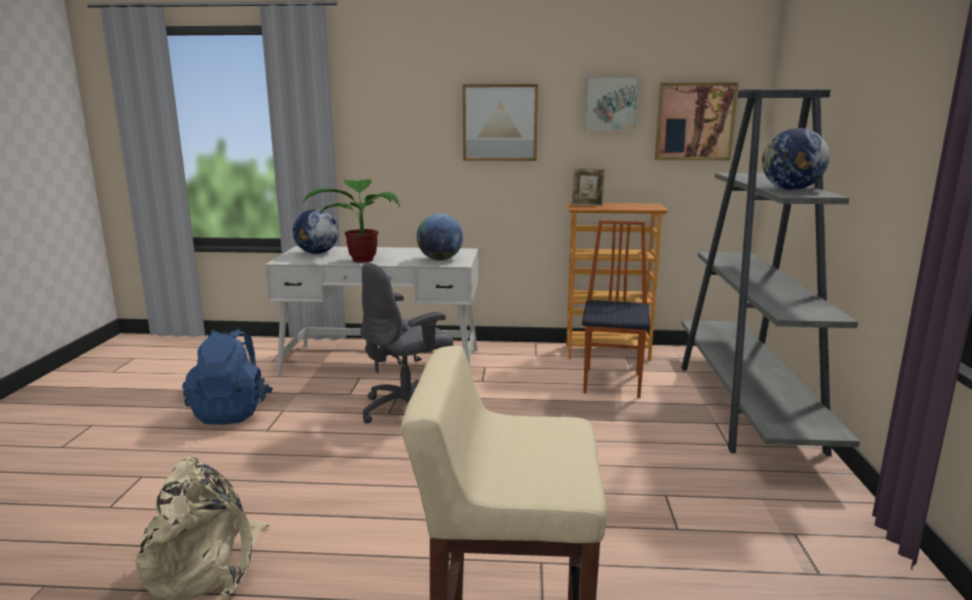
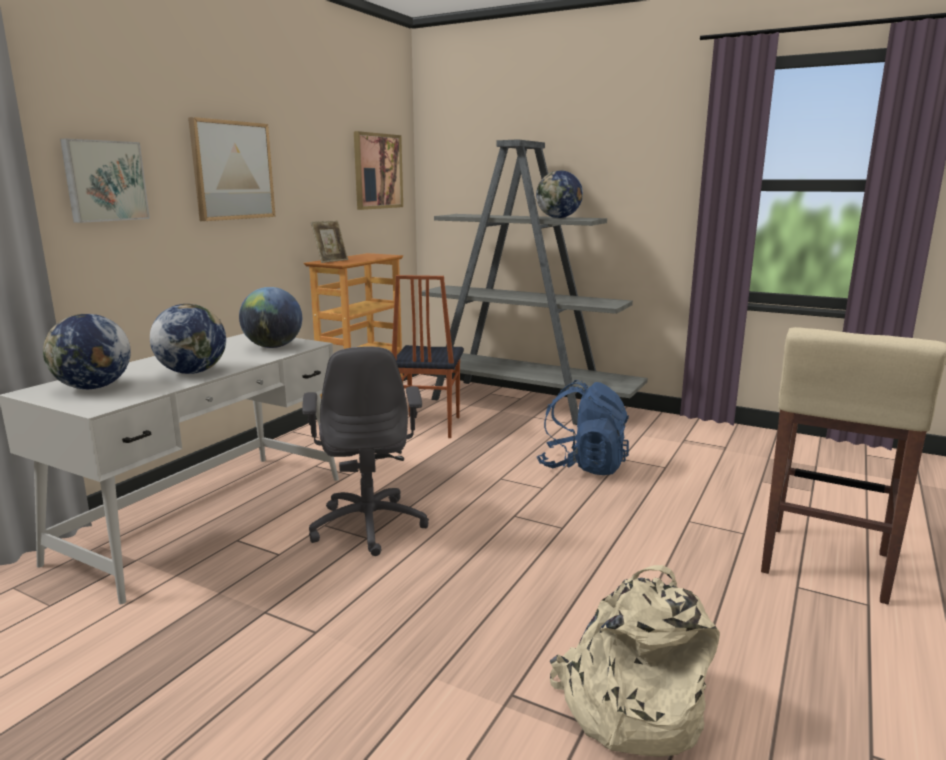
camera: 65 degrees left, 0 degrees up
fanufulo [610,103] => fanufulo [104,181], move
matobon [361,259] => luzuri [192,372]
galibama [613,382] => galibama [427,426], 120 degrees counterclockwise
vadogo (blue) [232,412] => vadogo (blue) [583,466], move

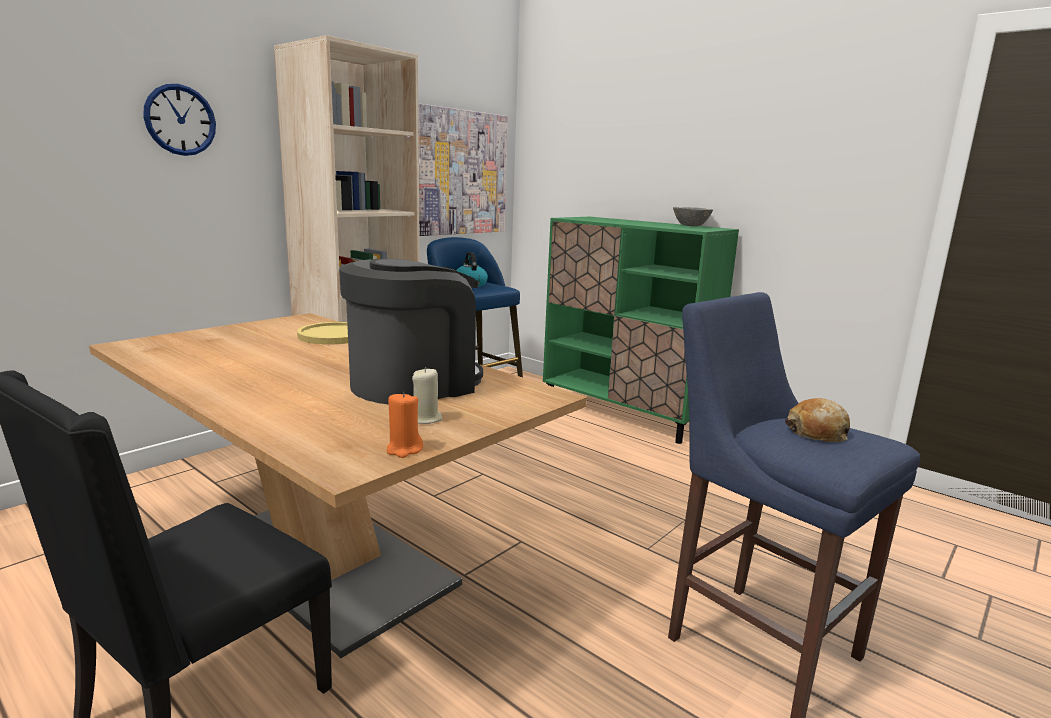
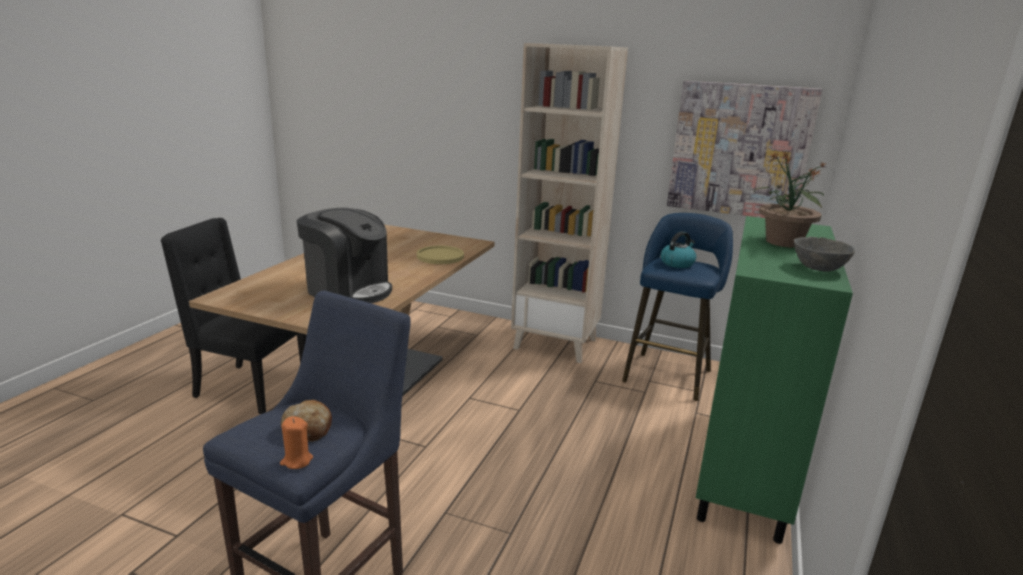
camera: 70 degrees right, 5 degrees up
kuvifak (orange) [404,449] => kuvifak (orange) [296,461], move
nothing => matobon [783,242]
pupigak [180,120] => nothing
kuvifak (beige) [426,419] => nothing

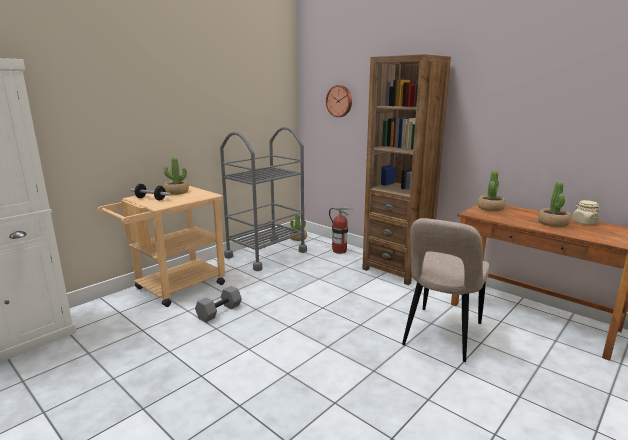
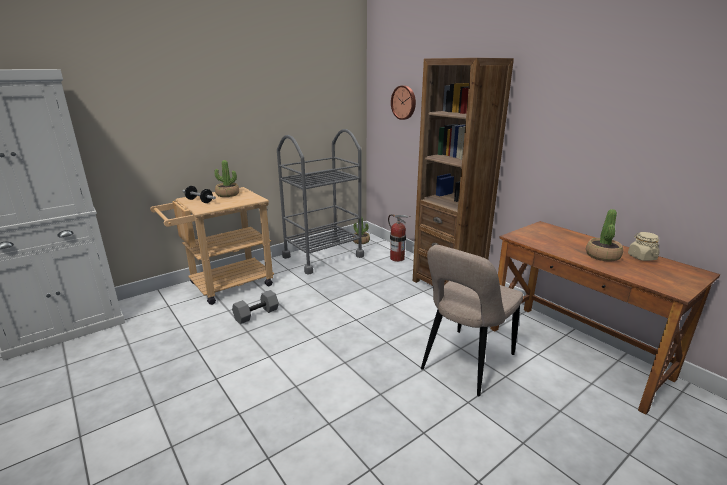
camera: 10 degrees right, 5 degrees up
matobon [490,208] => nothing

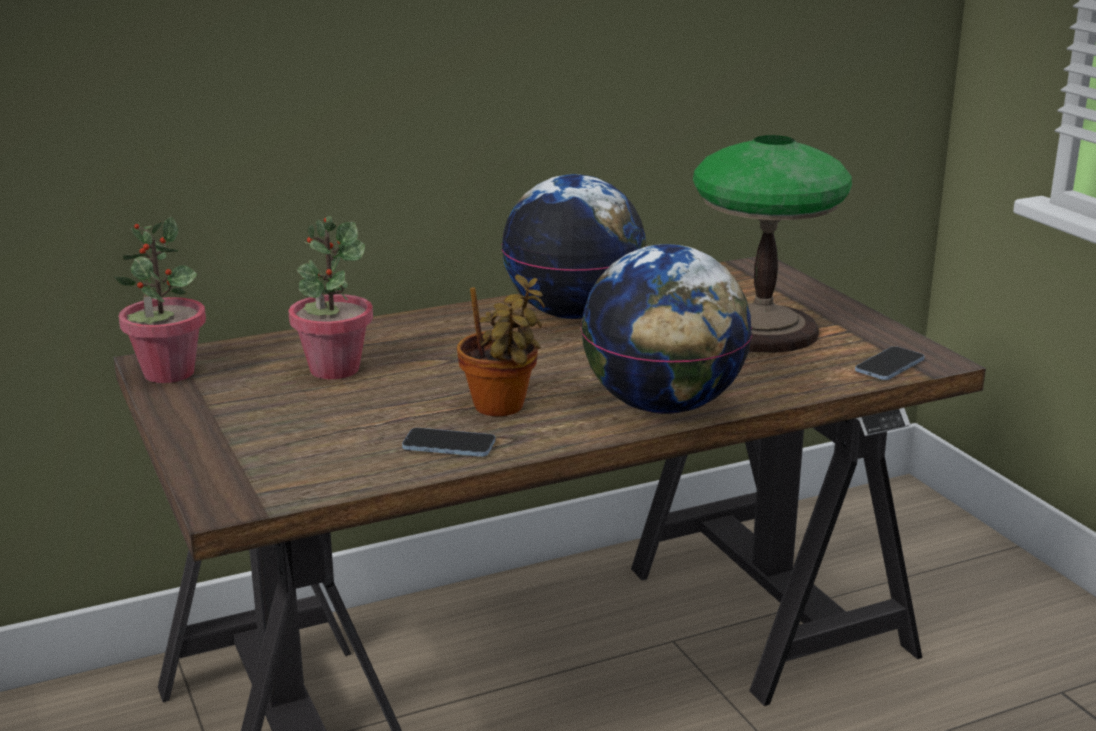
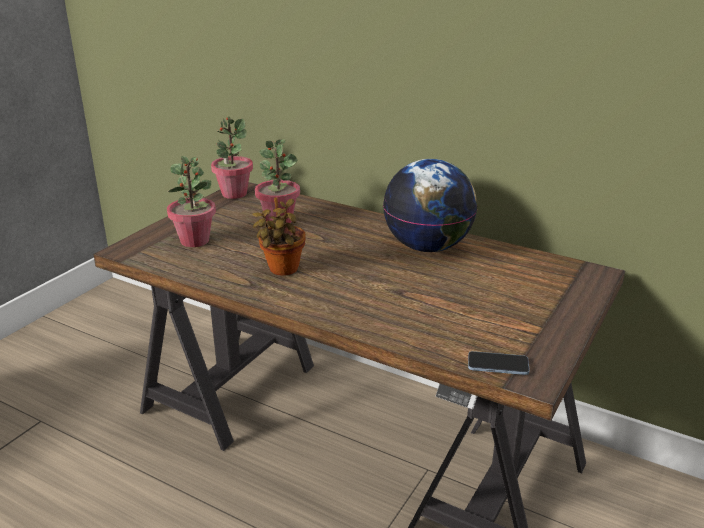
camera: 55 degrees right, 5 degrees up
nothing => matobon [195,241]
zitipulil [449,445] => nothing
luzuri [663,406] => nothing
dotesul [761,330] => nothing

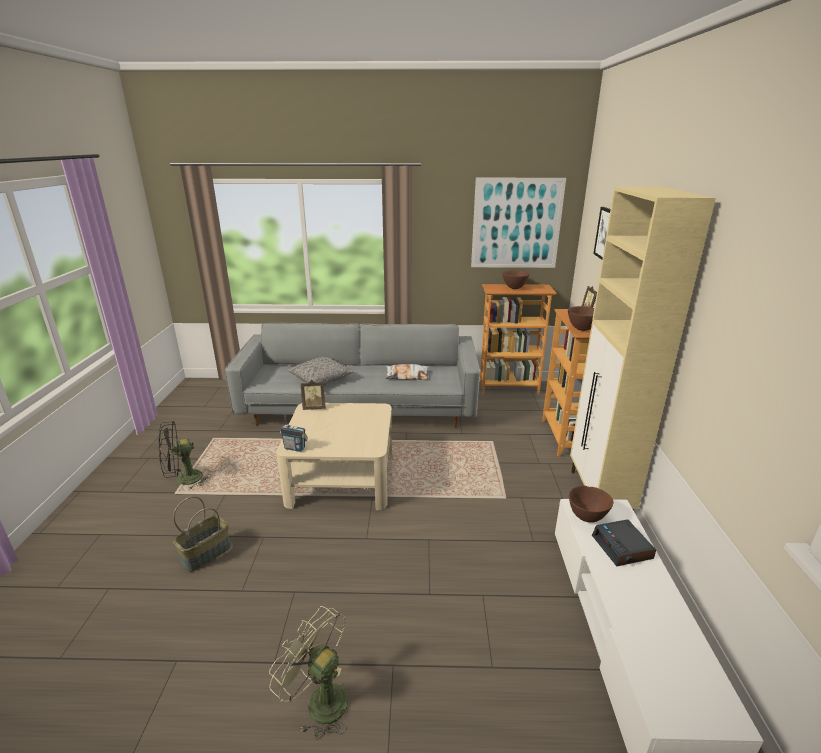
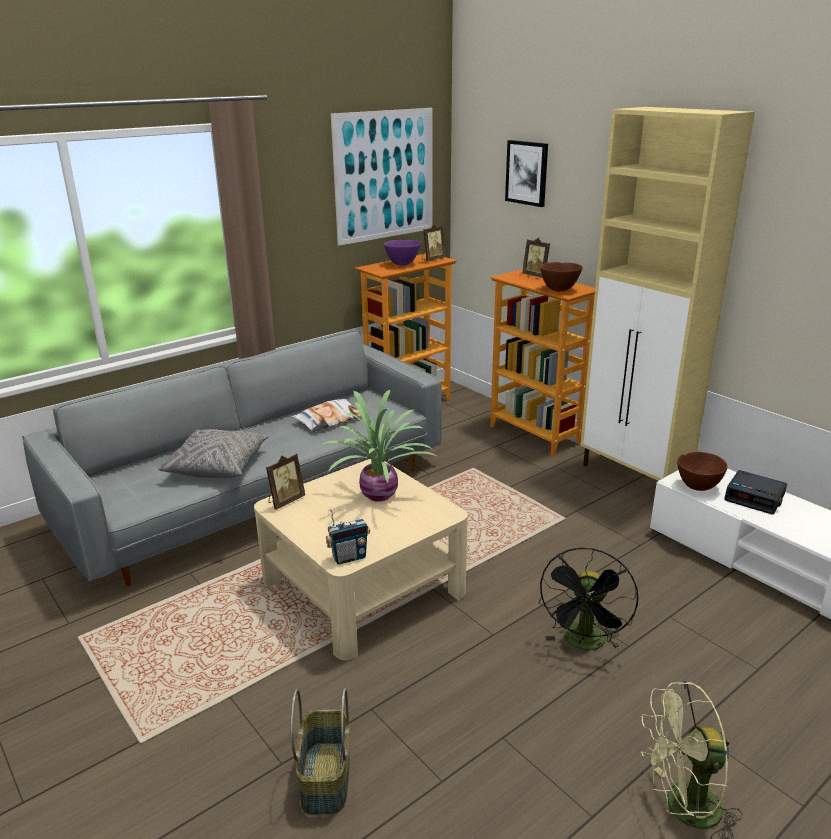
camera: 40 degrees left, 0 degrees up
nothing => matobon [380,494]
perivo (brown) [514,288] => perivo (purple) [402,264]
nothing => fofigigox [432,259]
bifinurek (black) [184,480] => bifinurek (black) [584,644], move

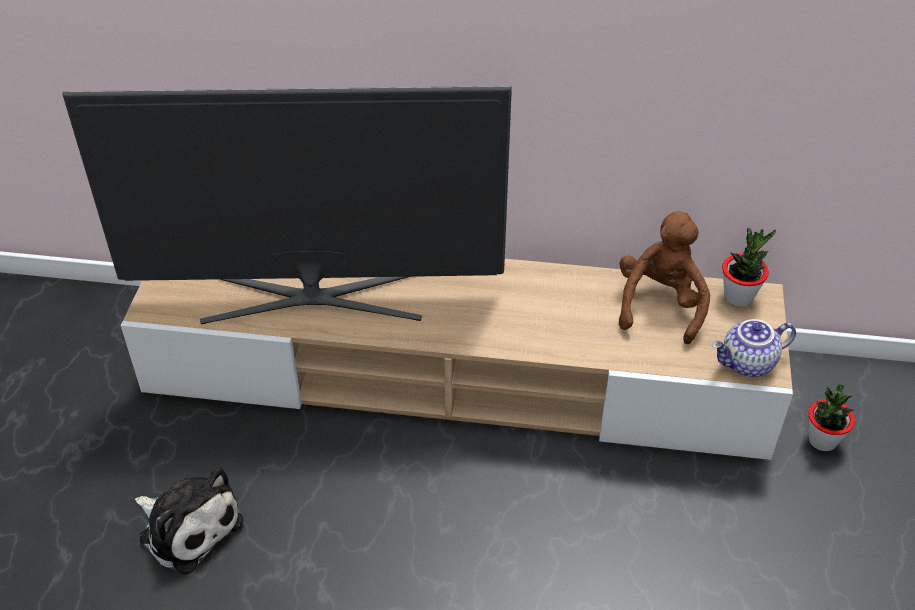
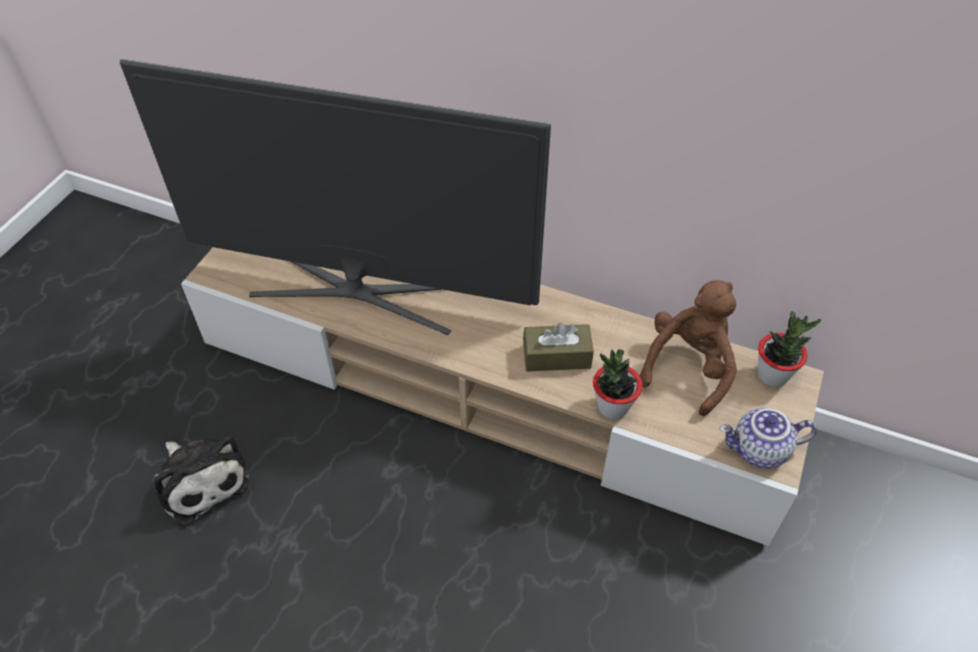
camera: 15 degrees right, 5 degrees up
nothing => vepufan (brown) [556,356]
matobon [822,440] => matobon [612,407], move

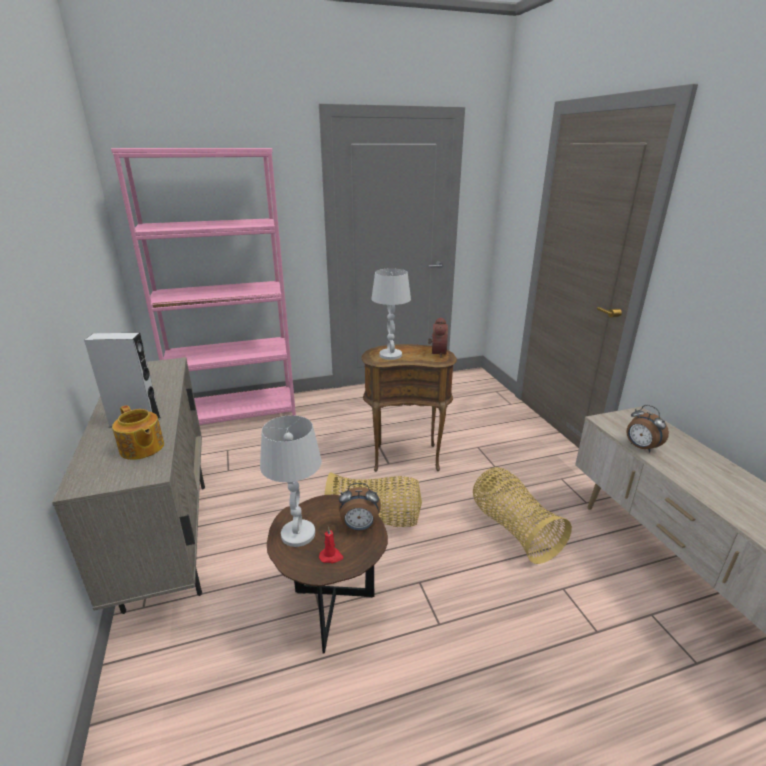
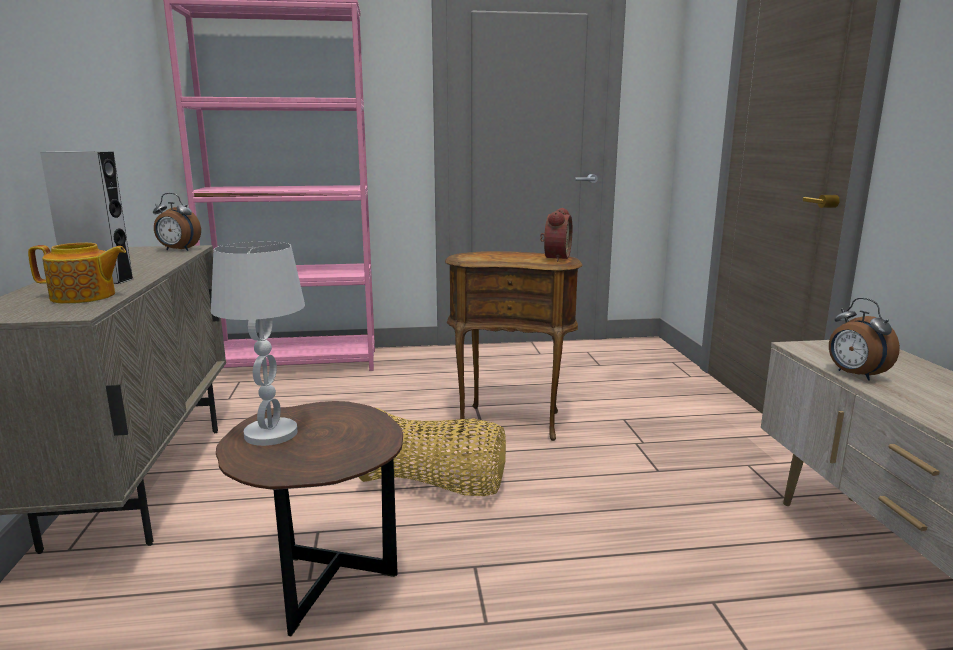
camera: 10 degrees right, 10 degrees down
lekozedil [142,448] => lekozedil [84,297], 60 degrees counterclockwise
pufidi [359,527] => pufidi [178,250], move
kuvifak (red) [331,556] => nothing
dotesul (white) [390,355] => nothing
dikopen [513,529] => nothing

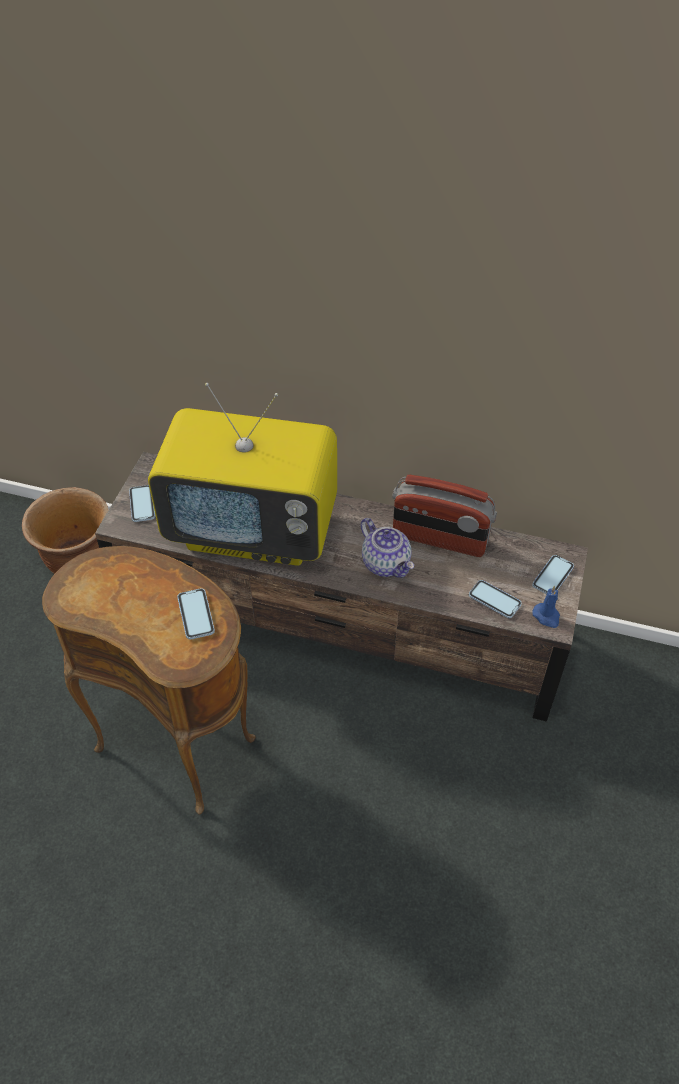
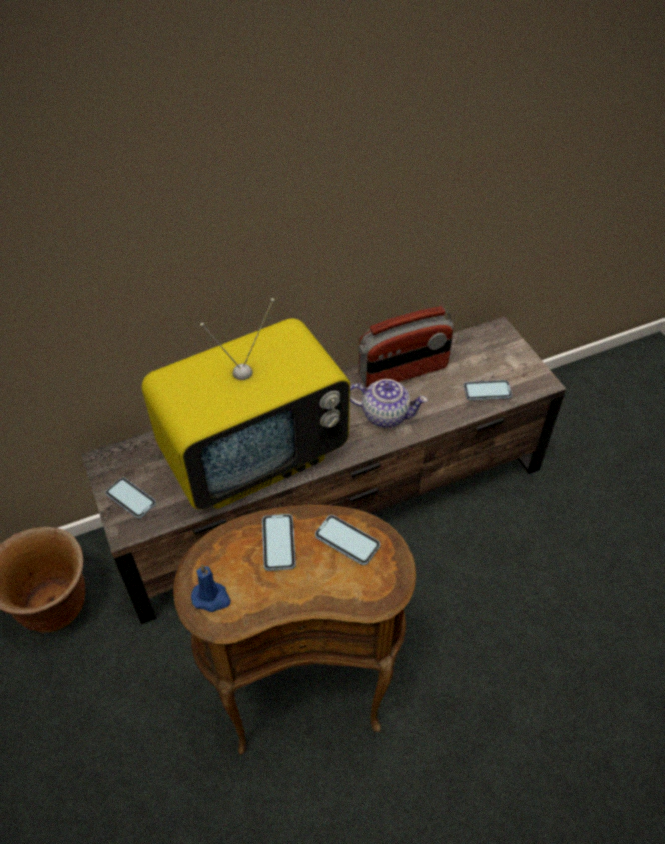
camera: 40 degrees left, 0 degrees up
kuvifak (blue) [547,616] => kuvifak (blue) [211,598], move
zitipulil [552,576] => zitipulil [278,543], move

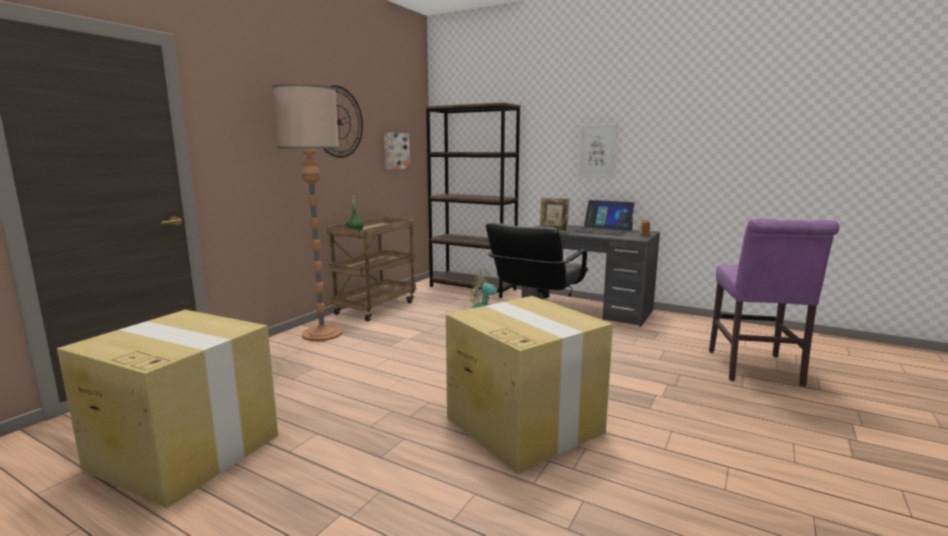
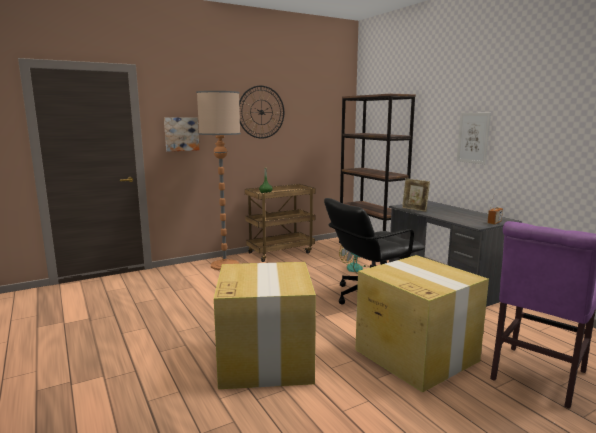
camera: 30 degrees right, 0 degrees up
fanufulo [395,151] => fanufulo [181,134], move
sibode [184,451] => sibode [415,354], move
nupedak [603,230] => nothing

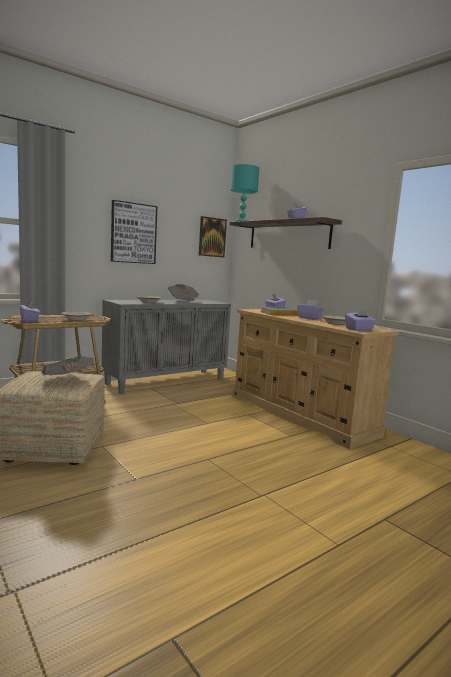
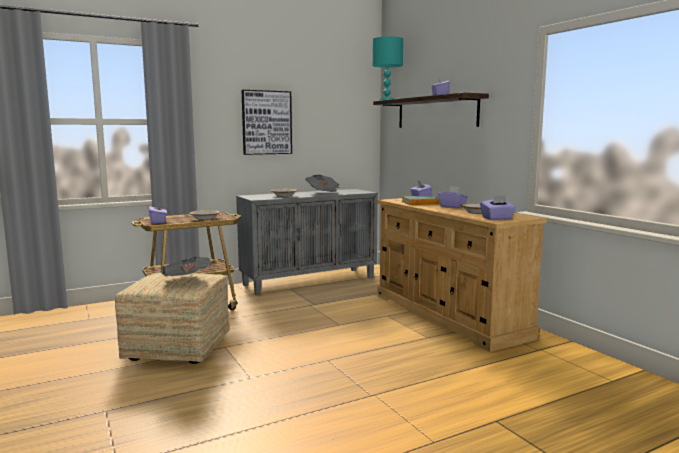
camera: 10 degrees right, 0 degrees up
fanufulo [212,237] => nothing

